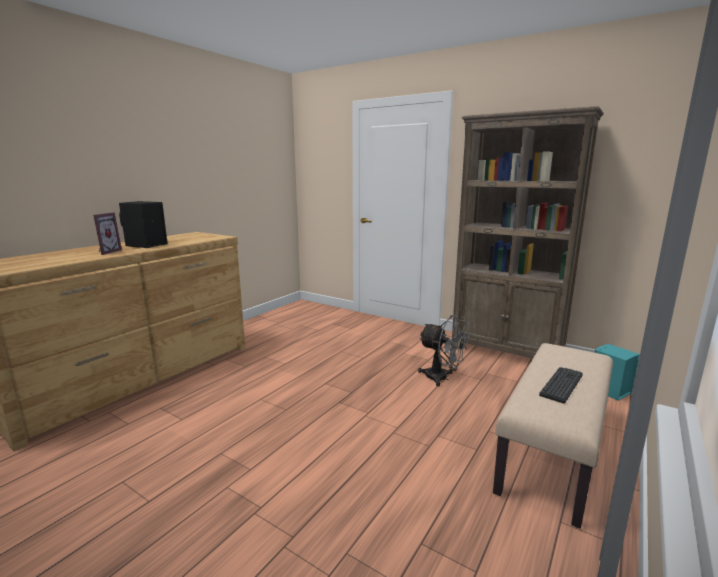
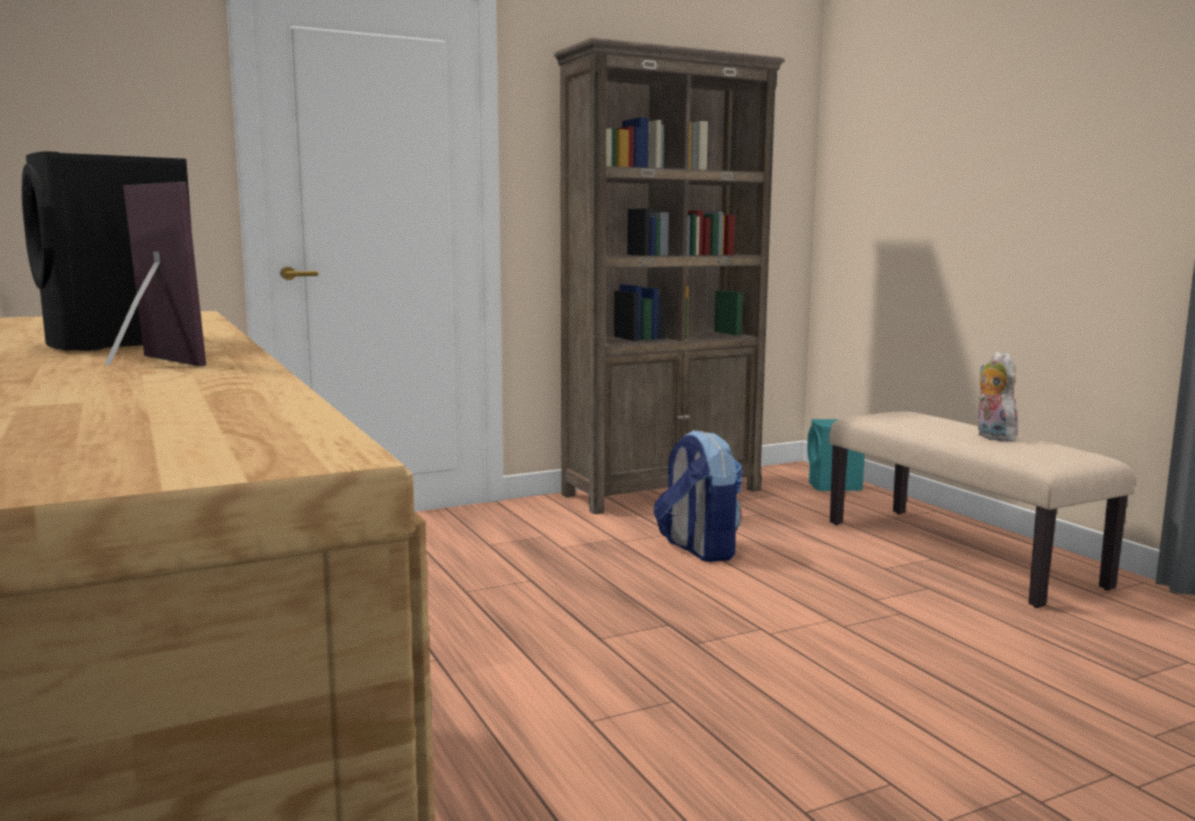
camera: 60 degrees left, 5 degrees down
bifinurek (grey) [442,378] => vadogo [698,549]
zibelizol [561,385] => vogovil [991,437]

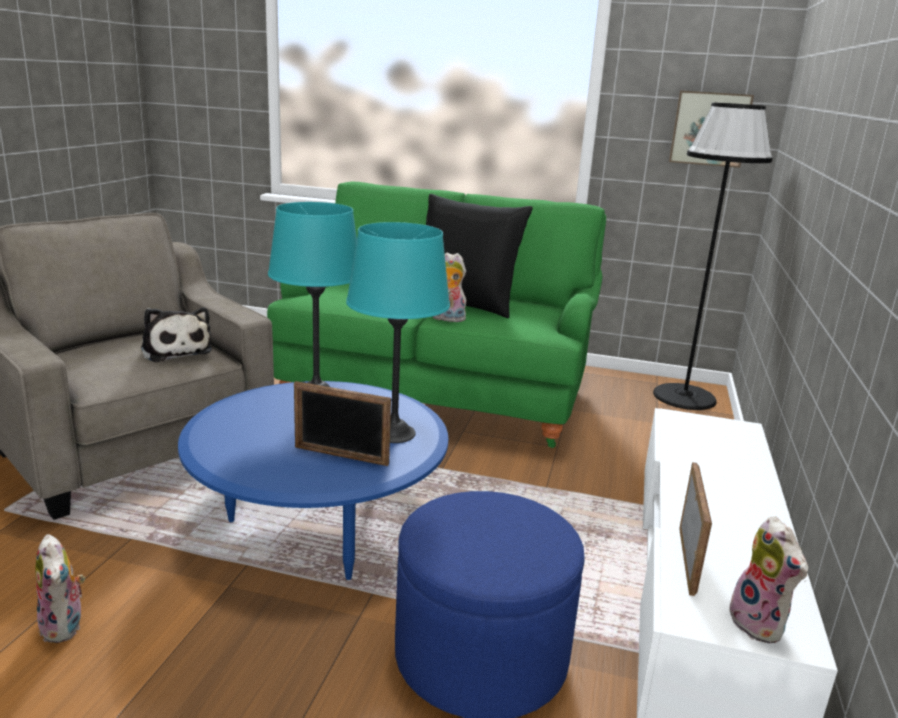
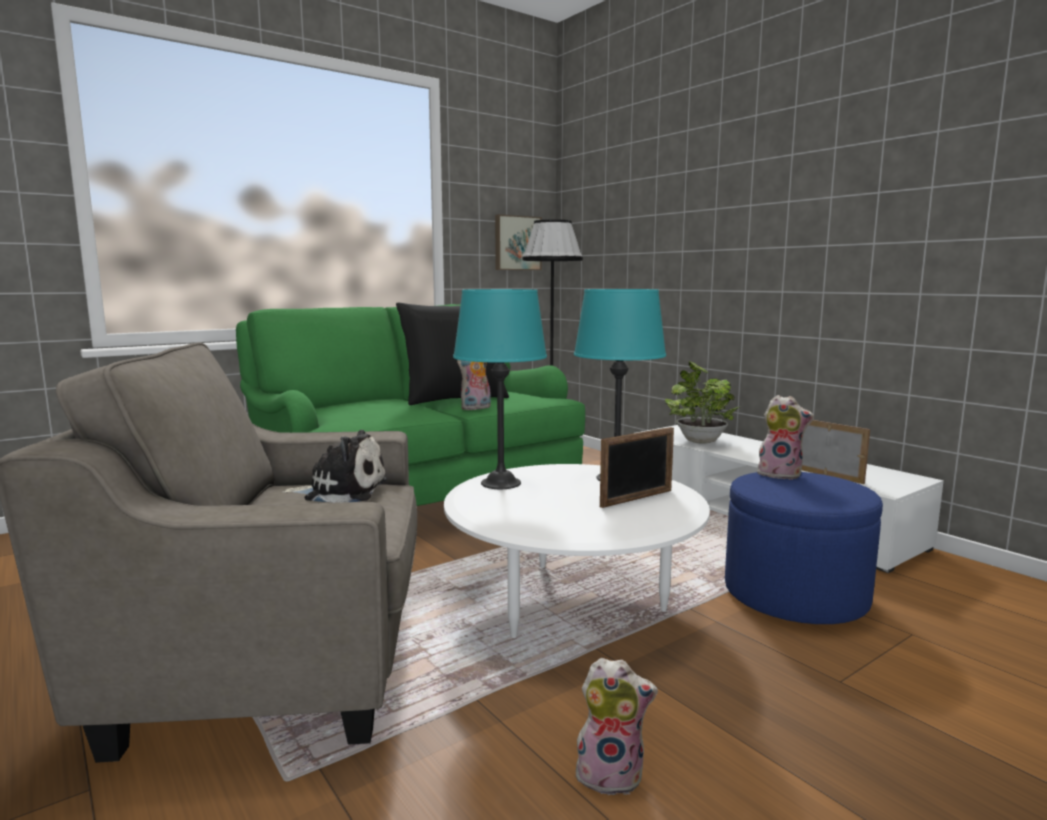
camera: 50 degrees left, 10 degrees down
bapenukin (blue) [317,528] => bapenukin (white) [573,603]
nothing => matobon [699,440]
vogovil [760,624] => vogovil [780,474], move

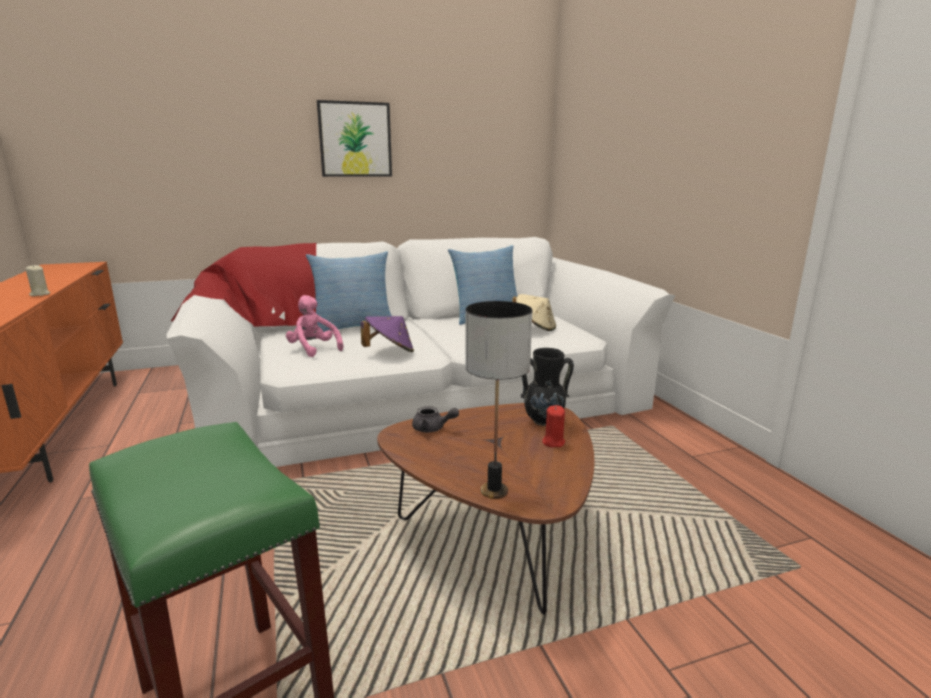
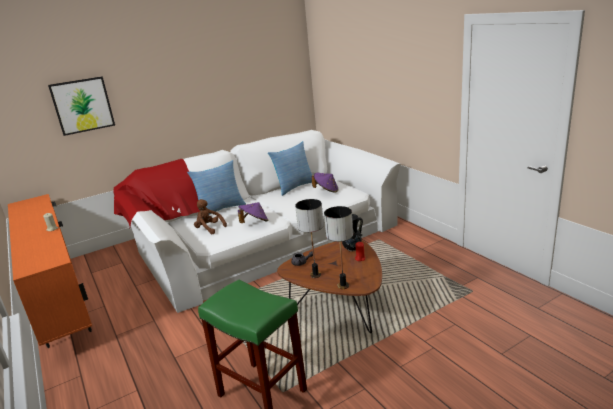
camera: 10 degrees left, 5 degrees up
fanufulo [355,139] => fanufulo [82,105], move
vogovil (pink) [313,349] => vogovil (brown) [209,229]
nothing => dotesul [315,275]
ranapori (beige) [534,327] => ranapori (purple) [326,191]

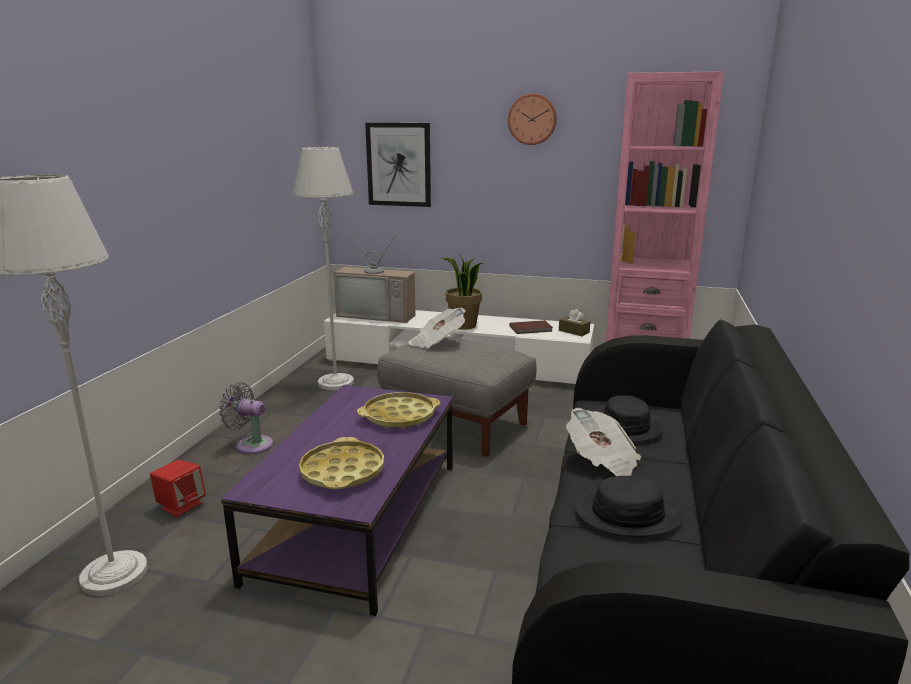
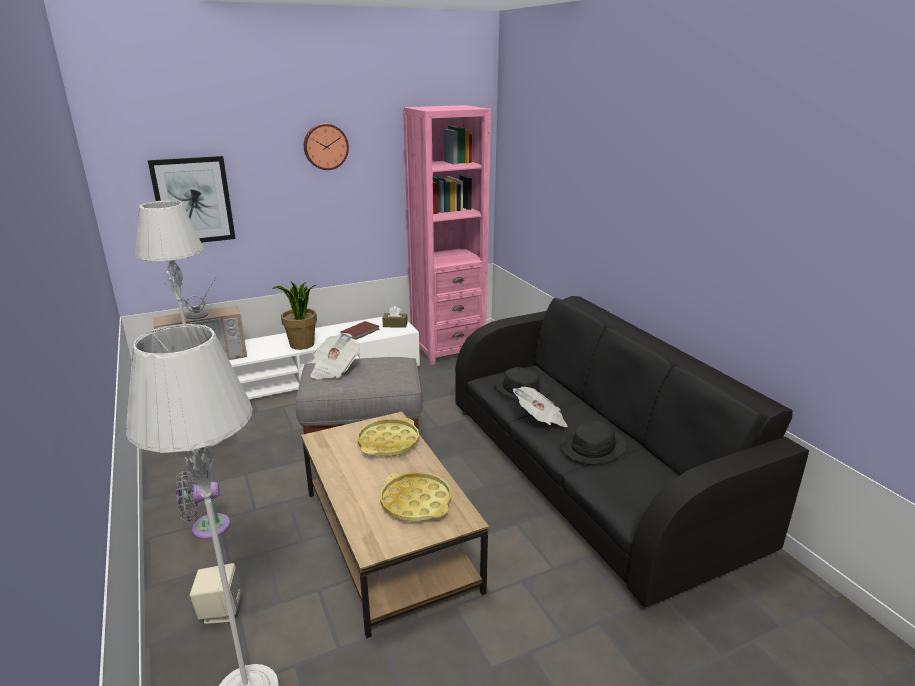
camera: 40 degrees left, 5 degrees up
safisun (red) [181,506] => safisun (beige) [220,610]
bapenukin (purple) [359,520] => bapenukin (brown) [389,540]

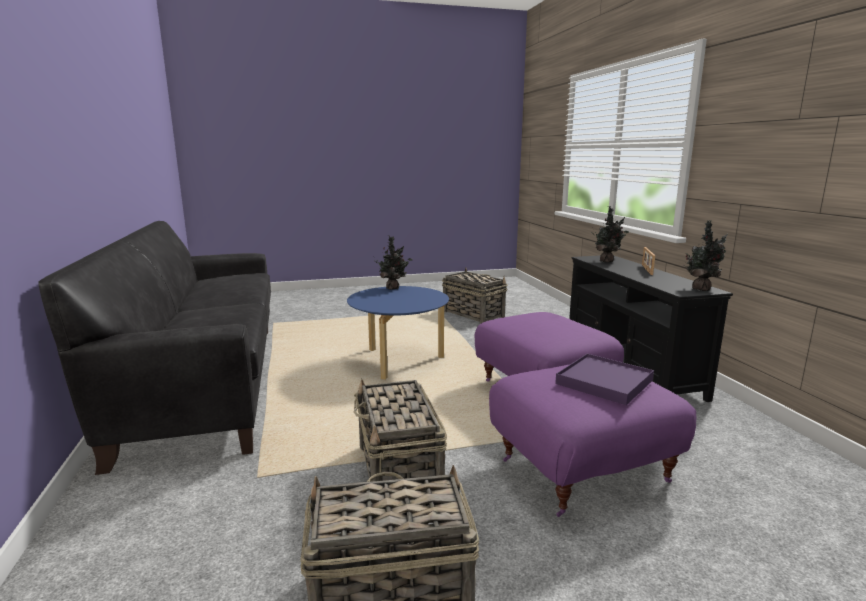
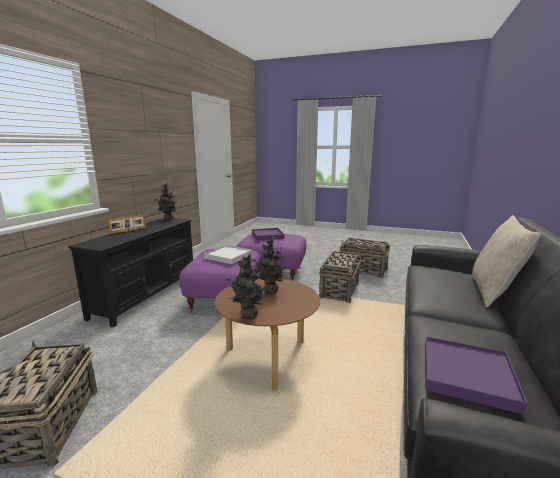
camera: 145 degrees left, 0 degrees up
nothing => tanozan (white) [228,256]
bapenukin (blue) [399,362] => bapenukin (brown) [268,359]
matobon [607,261] => matobon [269,291], move
nothing => tanozan (purple) [467,375]
nothing => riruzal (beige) [494,292]

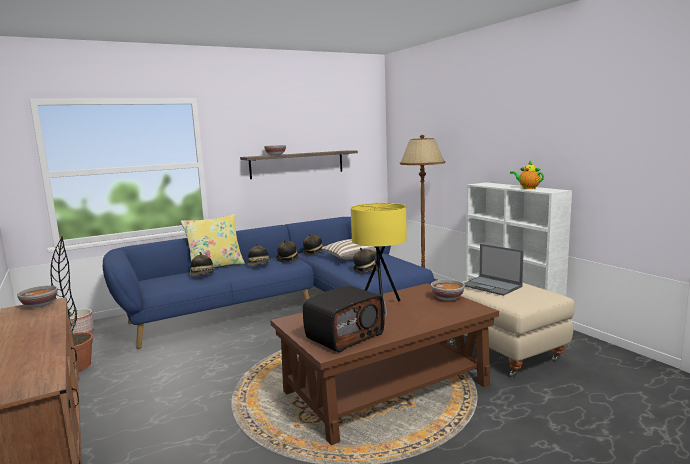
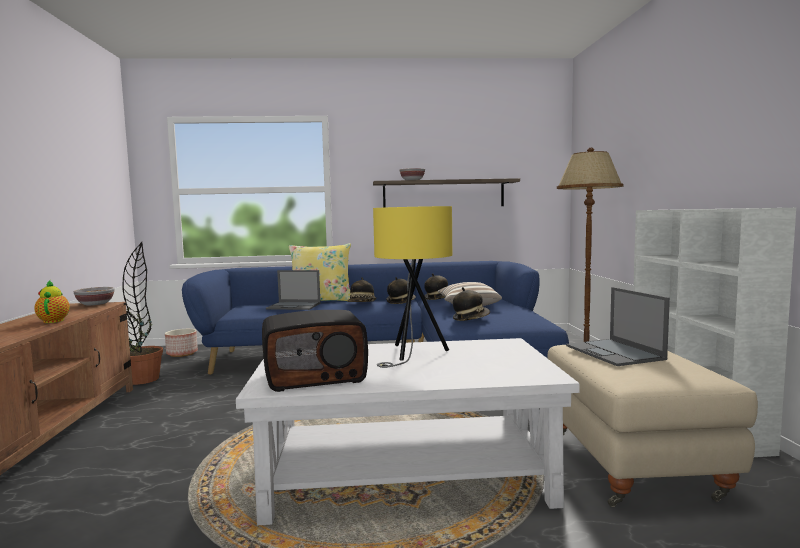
camera: 25 degrees right, 5 degrees down
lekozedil [527,188] => lekozedil [54,320], move
bapenukin (brown) [386,387] => bapenukin (white) [407,472]
ranapori [203,275] => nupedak [294,306]
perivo [448,298] => nothing

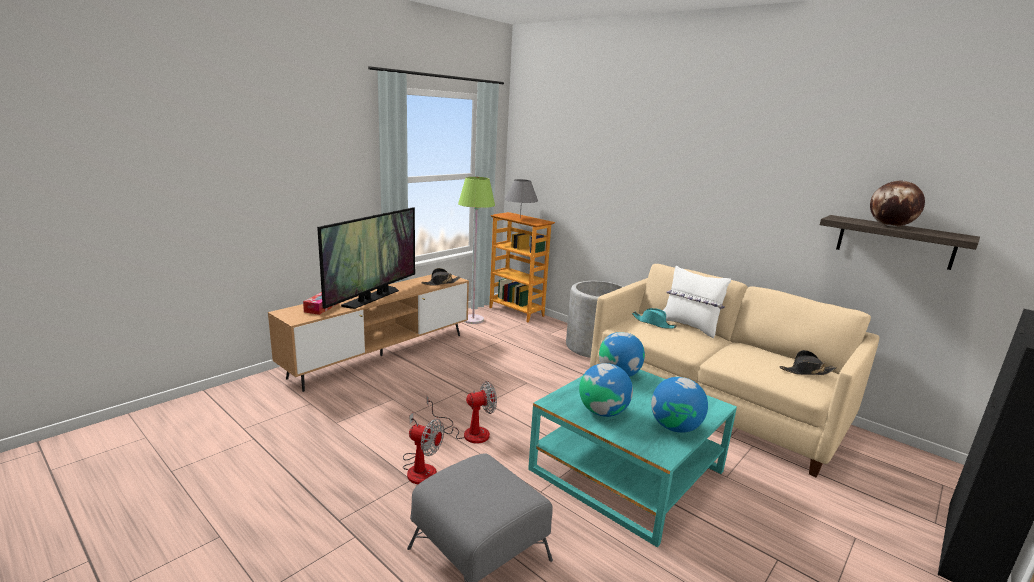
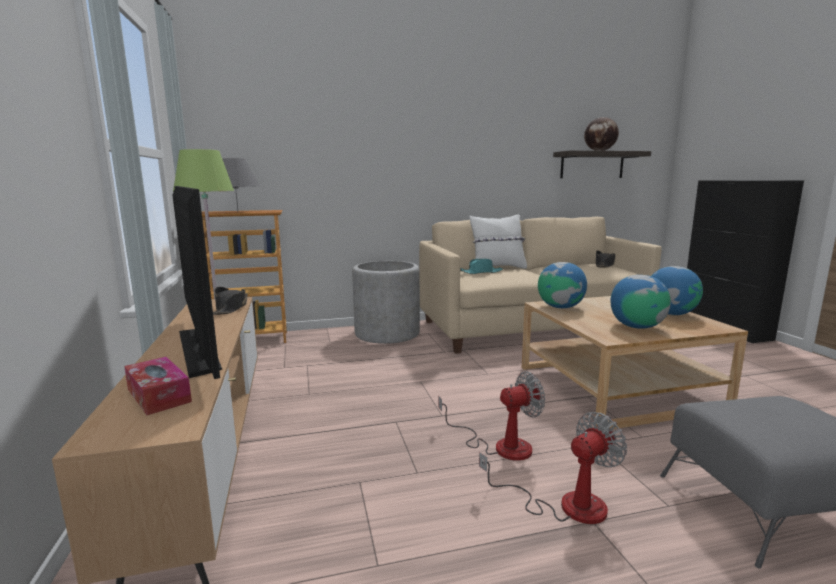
camera: 55 degrees left, 5 degrees down
bifinurek [468,432] => bifinurek [500,445], 60 degrees clockwise
bapenukin (turquoise) [627,470] => bapenukin (beige) [617,386]

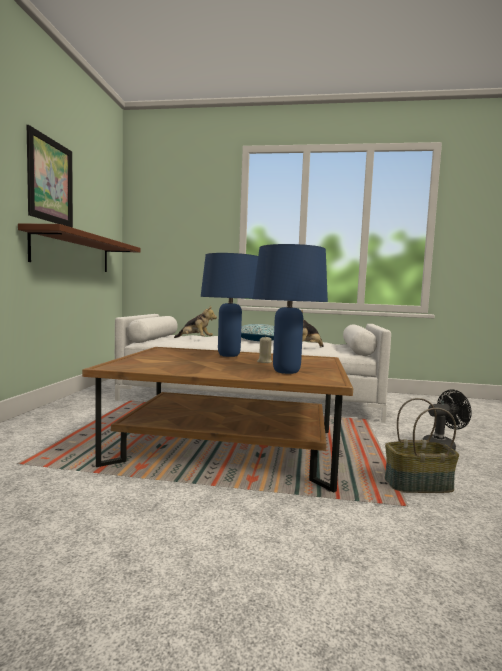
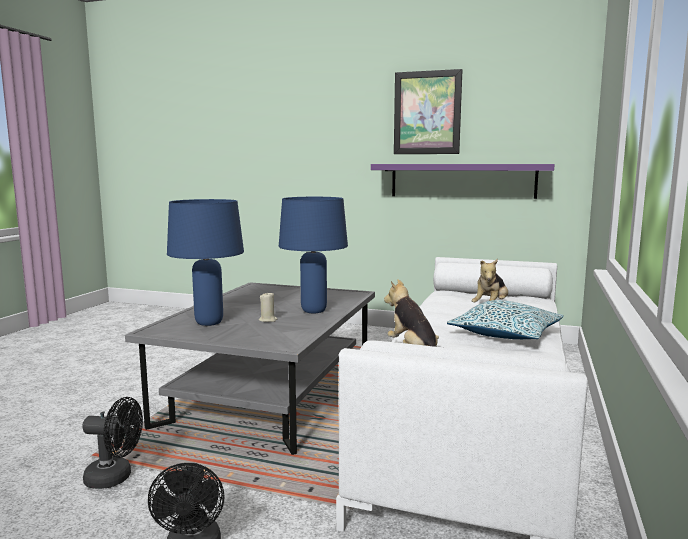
camera: 100 degrees right, 5 degrees up
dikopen [418,485] => bifinurek (black) [115,478]
bapenukin (brown) [227,447] => bapenukin (grey) [270,394]
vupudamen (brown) [73,252] => vupudamen (purple) [462,180]

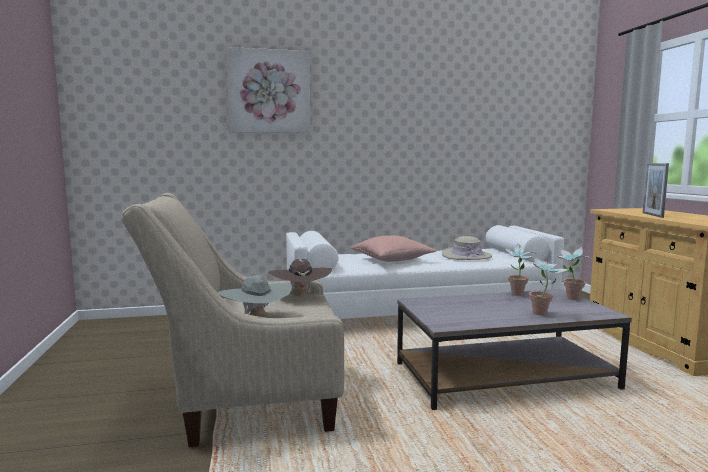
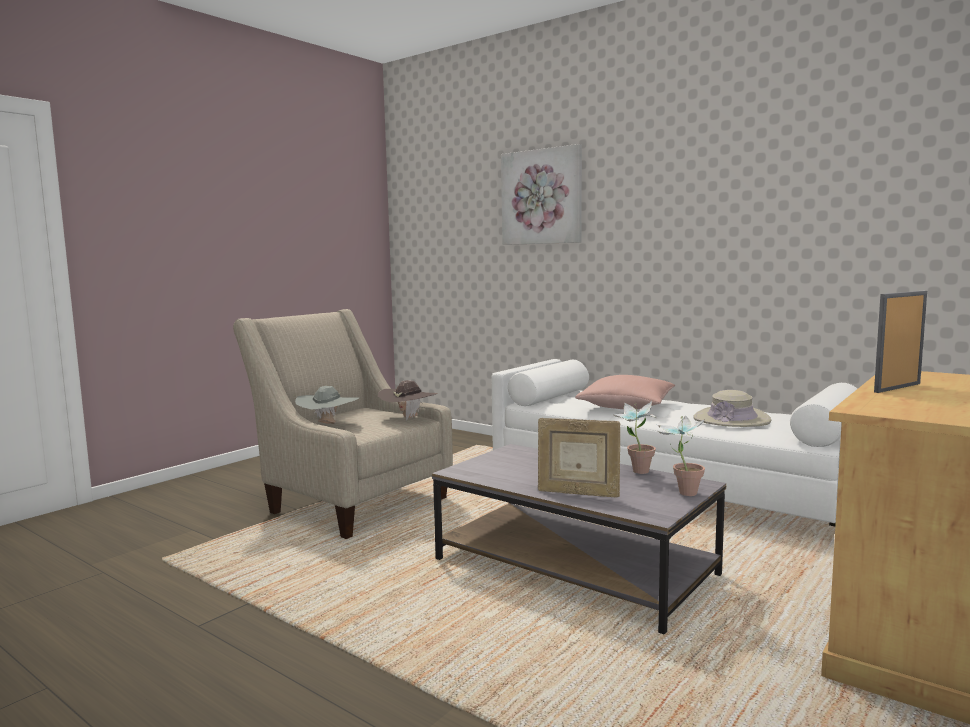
camera: 50 degrees right, 0 degrees up
matobon [543,315] => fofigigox [577,493]

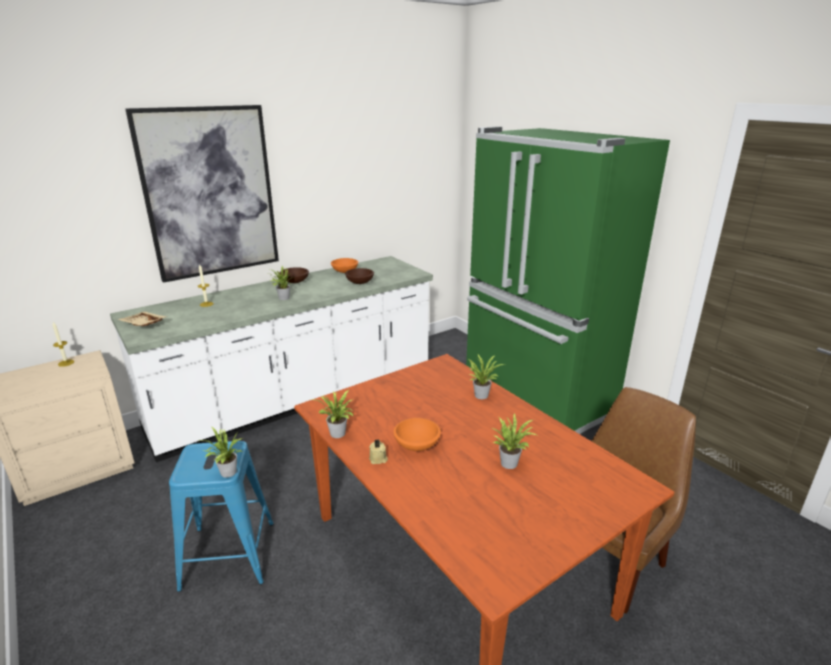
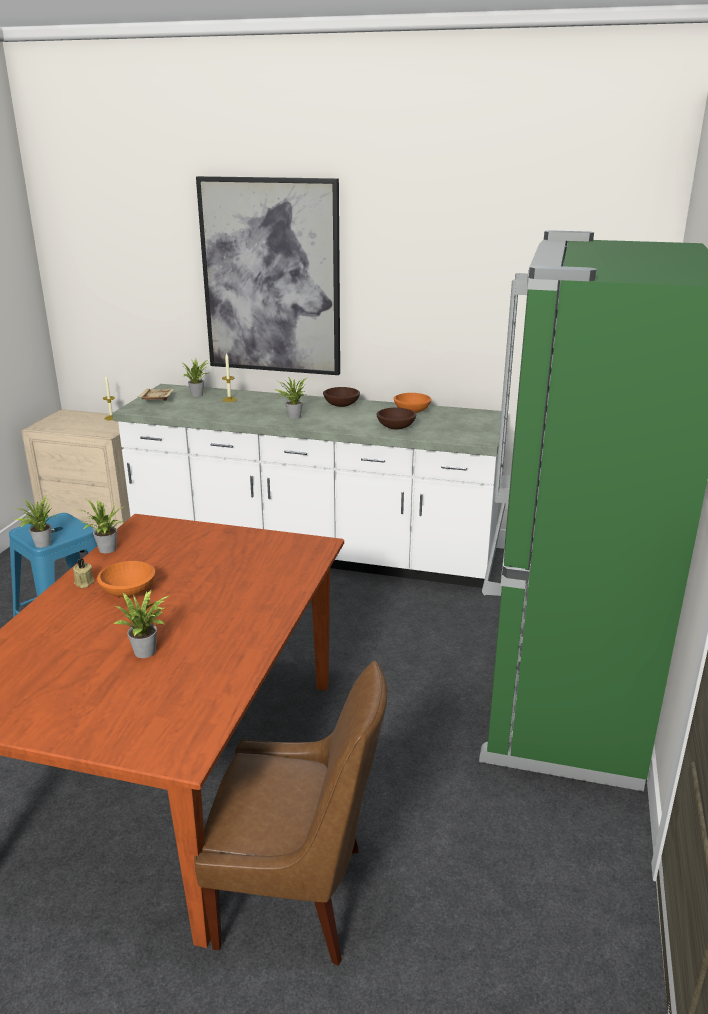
camera: 50 degrees right, 0 degrees up
matobon [481,394] => matobon [198,394], move

